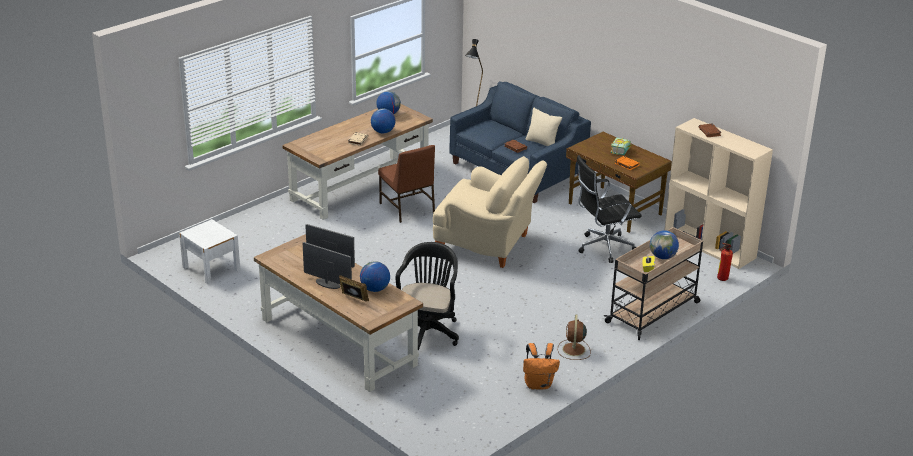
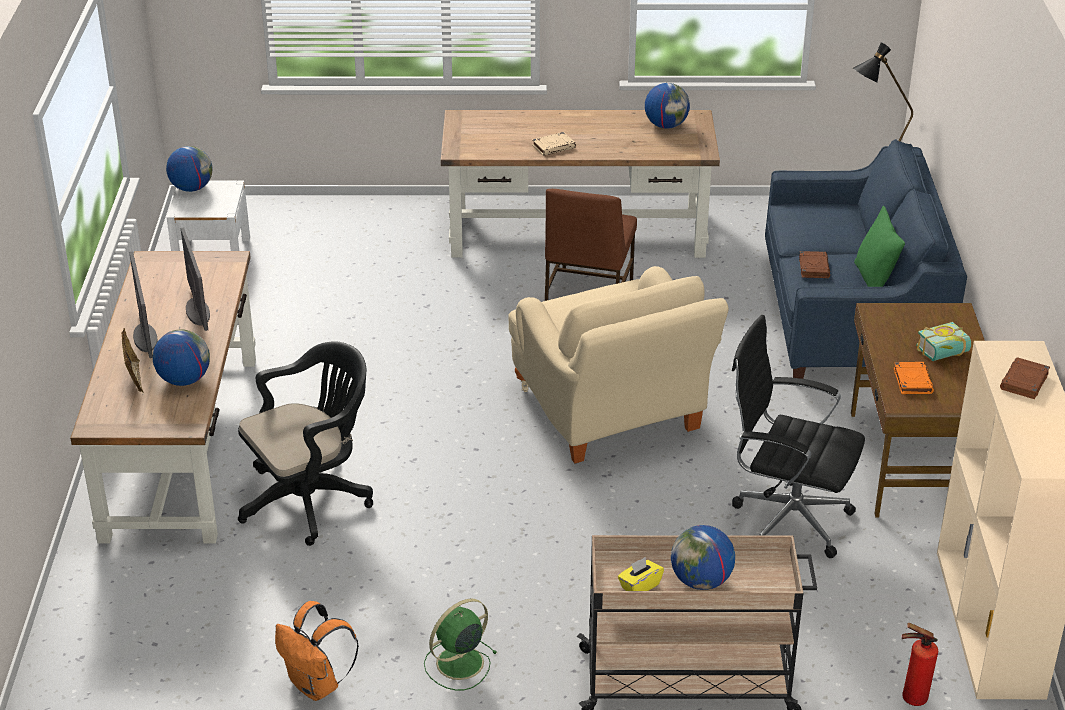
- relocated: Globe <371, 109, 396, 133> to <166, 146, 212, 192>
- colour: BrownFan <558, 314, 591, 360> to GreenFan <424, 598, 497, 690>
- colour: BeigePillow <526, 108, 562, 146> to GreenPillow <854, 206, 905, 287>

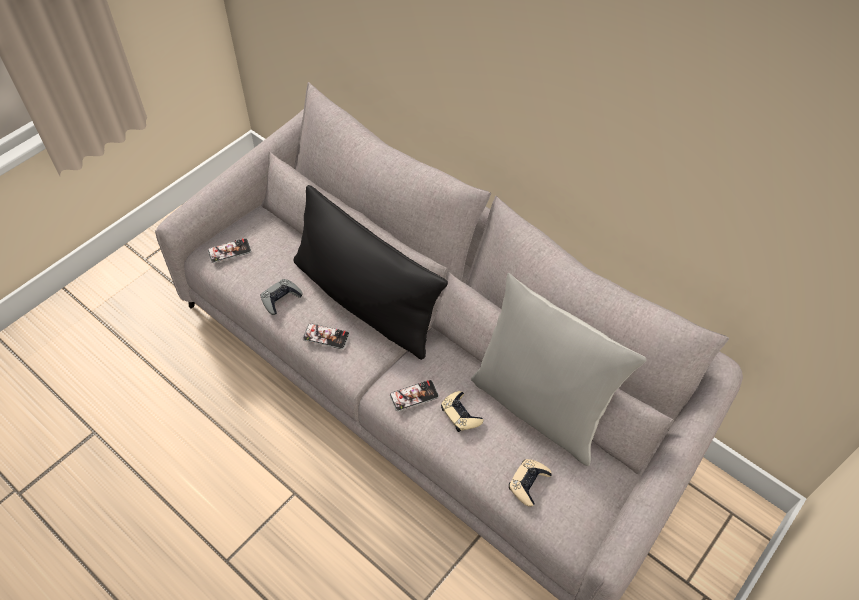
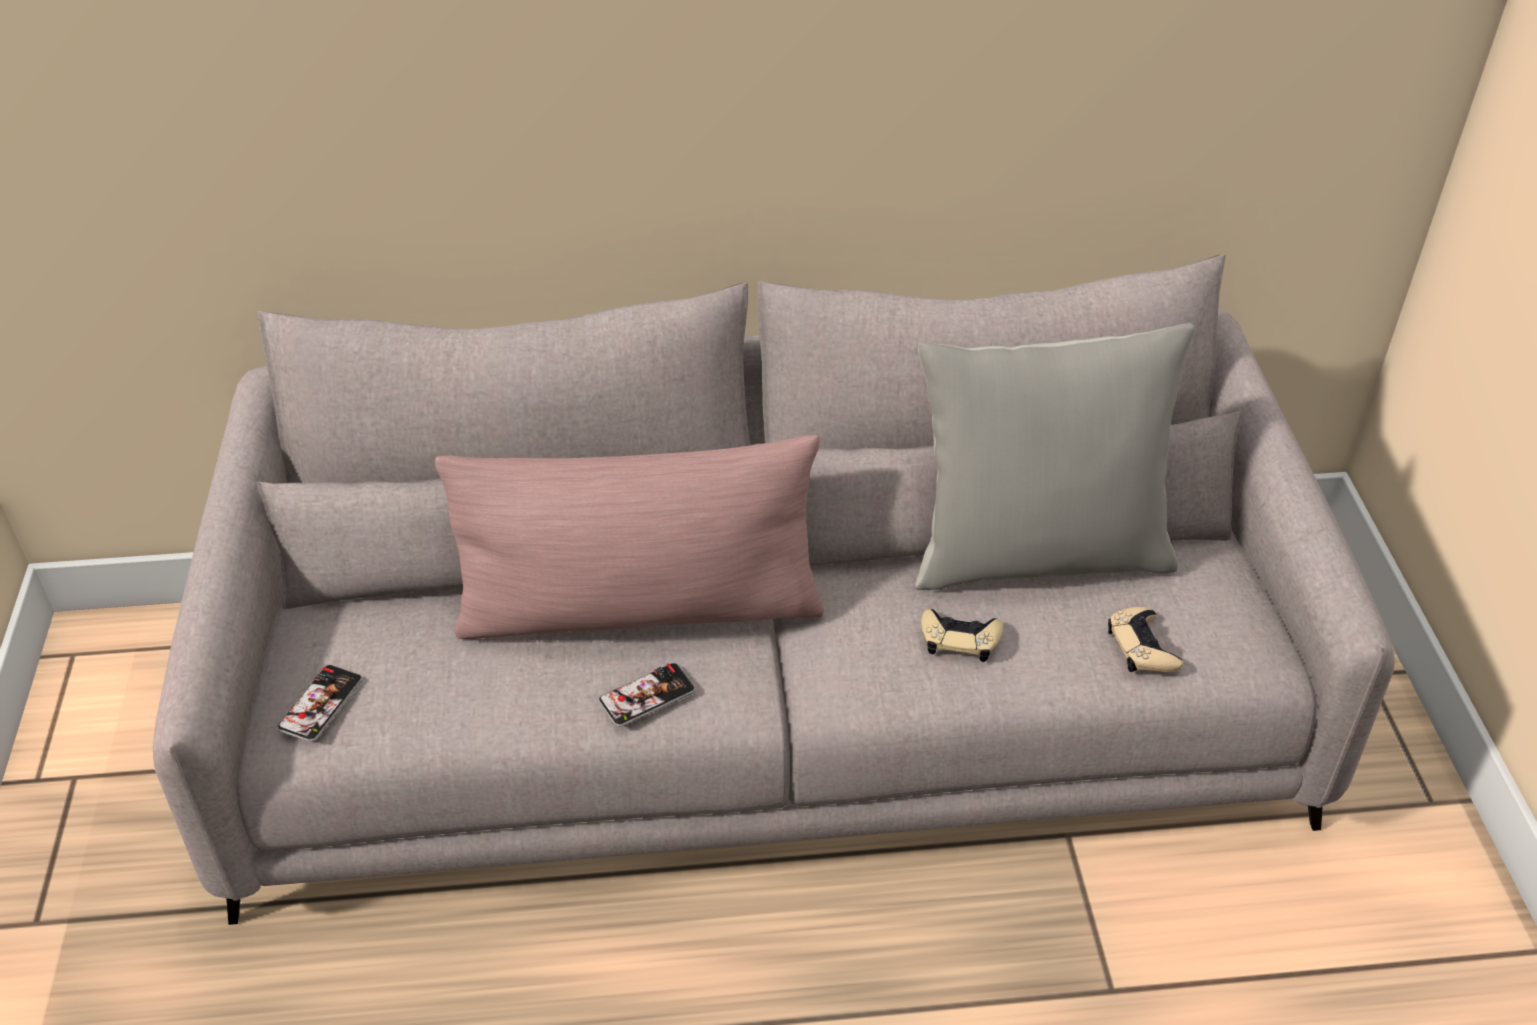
- colour: BlackPillow <294, 185, 448, 360> to PinkPillow <435, 435, 824, 639>
- missing: GreyGameController <261, 279, 302, 315>
- missing: Phone <390, 380, 439, 412>

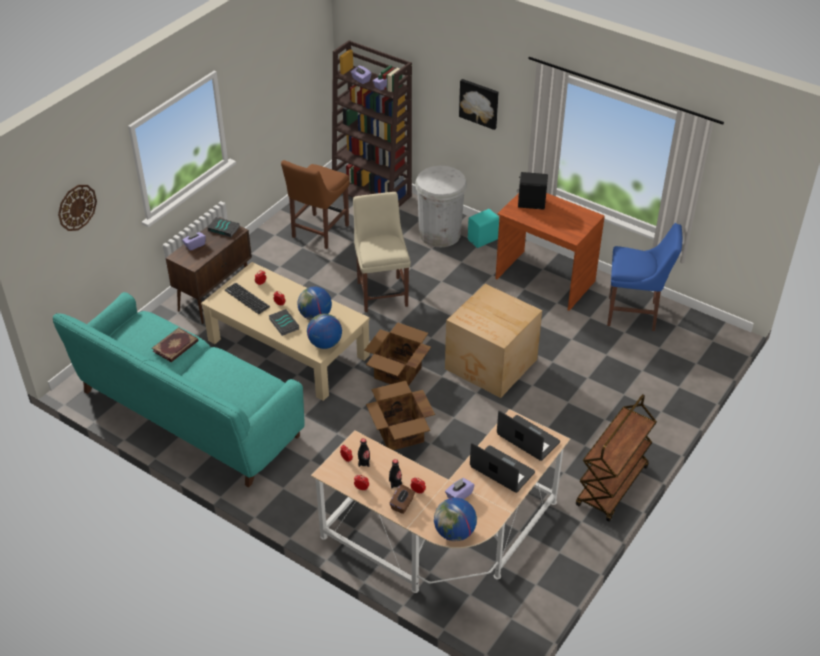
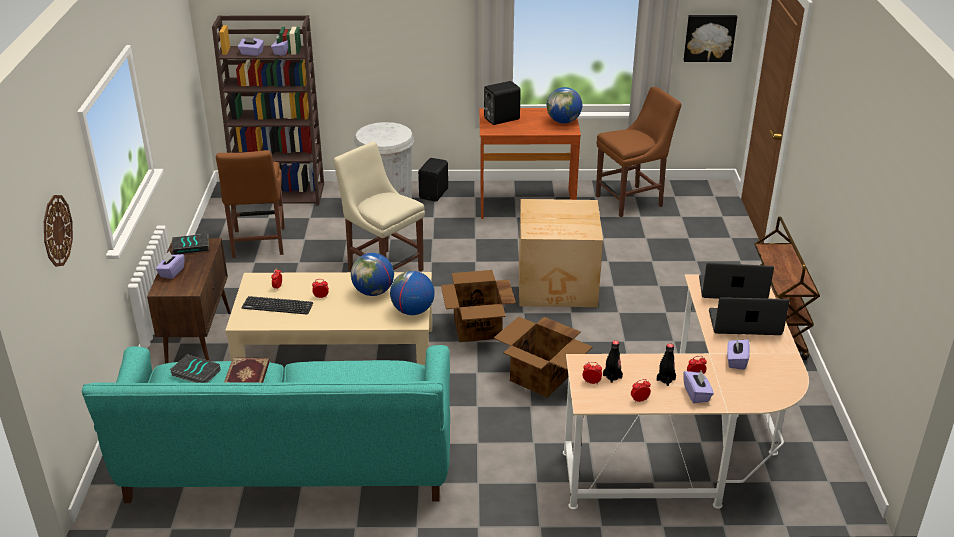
- relocated: Book <269, 309, 299, 336> to <170, 354, 220, 383>
- colour: TurquoiseSpeaker <468, 209, 499, 248> to BlackSpeaker <418, 158, 448, 201>
- relocated: Globe <434, 498, 477, 541> to <547, 87, 582, 123>
- colour: BlueChair <607, 223, 682, 331> to BrownChair <596, 87, 682, 217>
- colour: BrownTissueBox <390, 484, 415, 514> to PurpleTissueBox <683, 369, 714, 403>
- relocated: Picture <459, 79, 499, 130> to <684, 15, 737, 62>

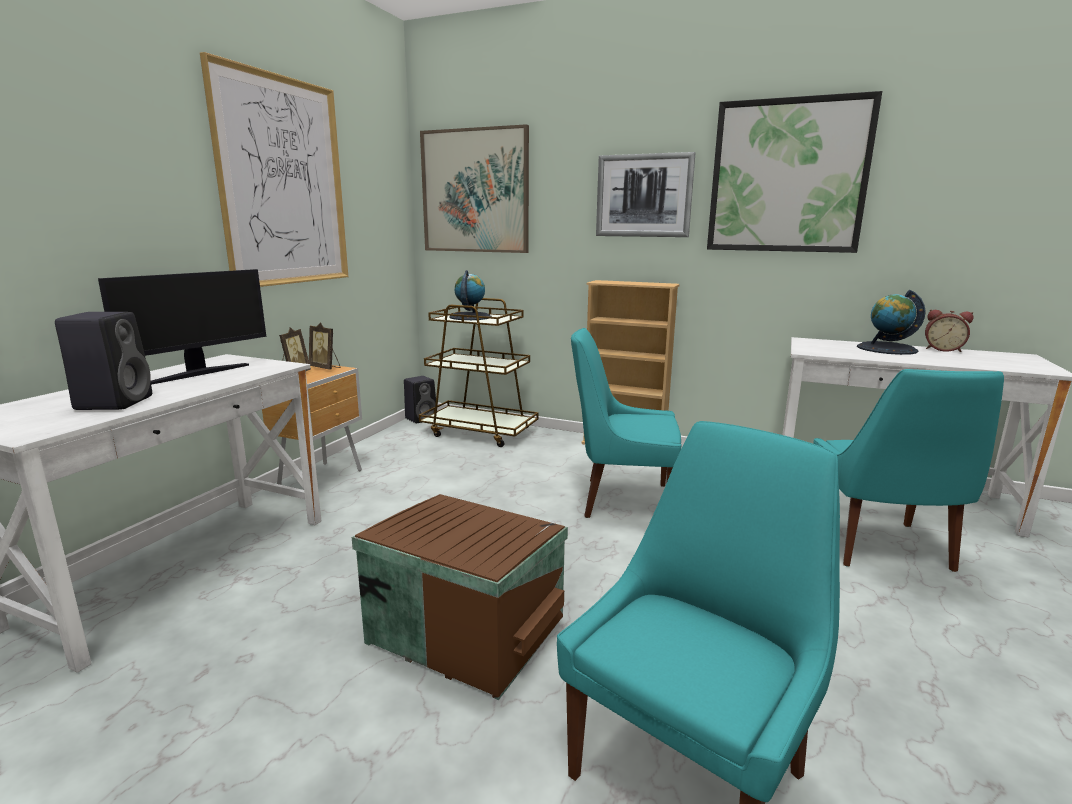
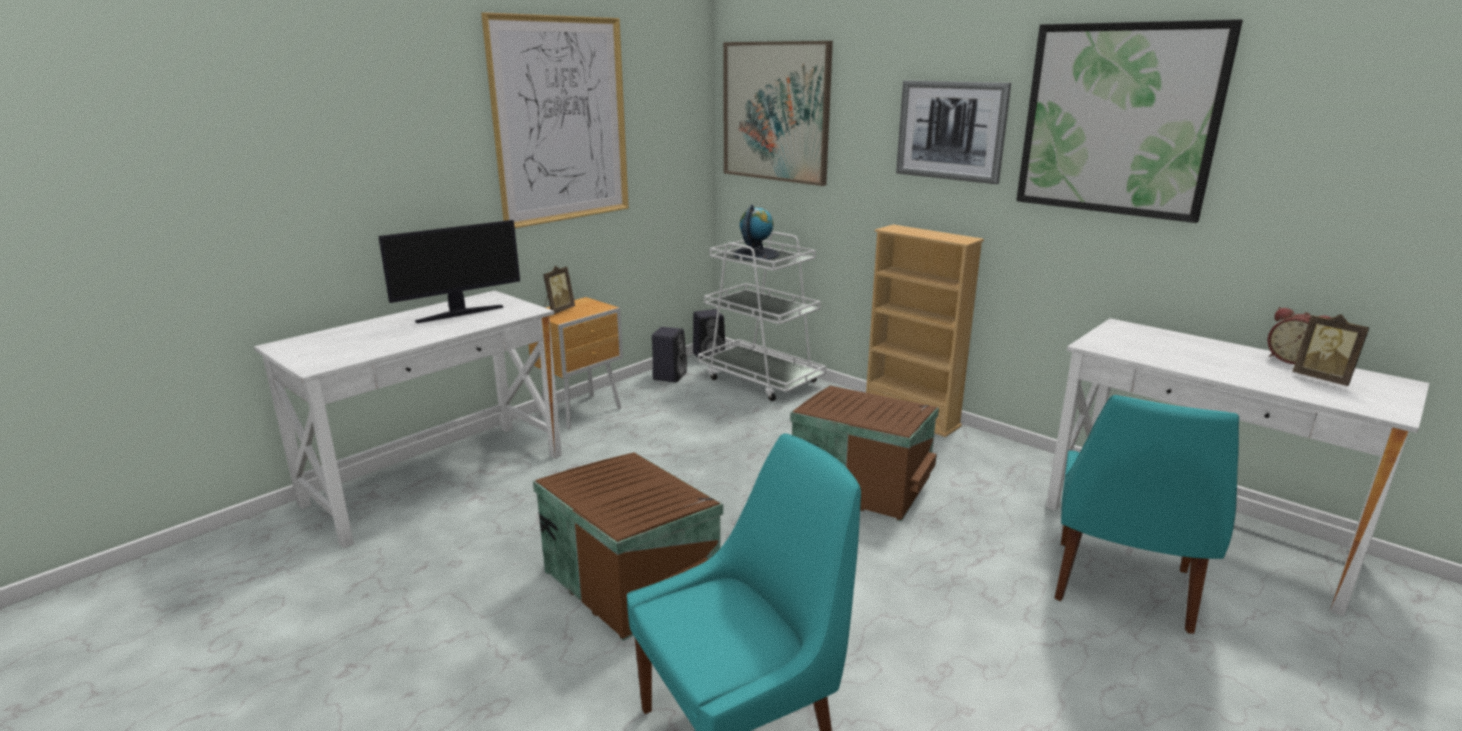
- relocated: BlackSpeaker <55, 312, 152, 410> to <652, 327, 687, 382>
- colour: BrownCart <419, 298, 539, 447> to WhiteCart <698, 232, 826, 401>
- exchanged: TurquoiseChair <571, 328, 682, 518> to BrownStorageBox <790, 386, 939, 522>
- relocated: PictureFrame <309, 322, 340, 370> to <1292, 314, 1370, 386>
- missing: Globe <857, 290, 926, 355>

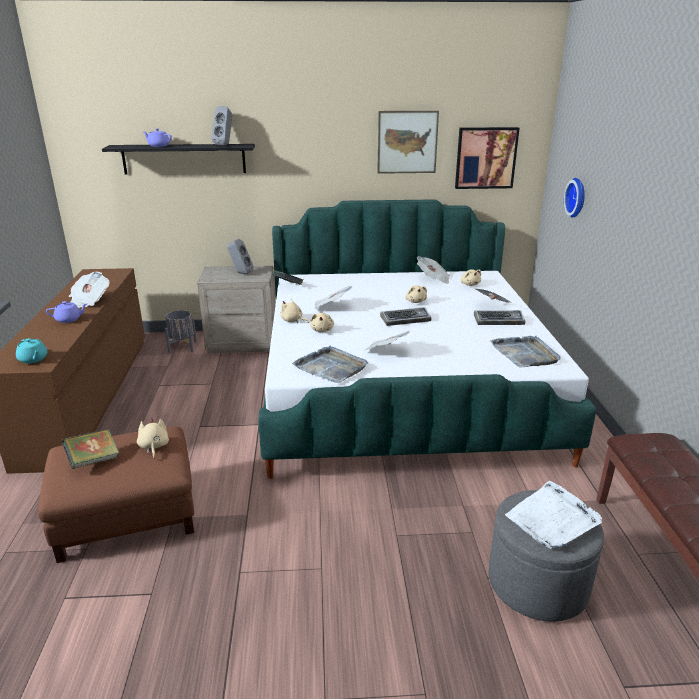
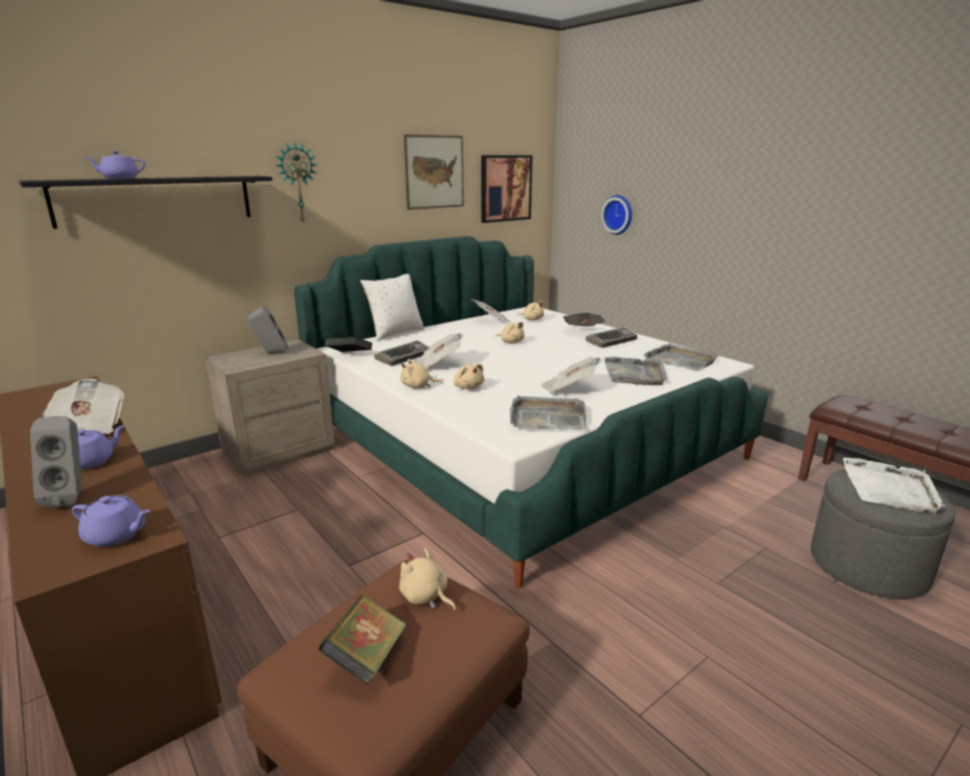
- relocated: GreySpeaker <212, 106, 232, 145> to <30, 416, 82, 508>
- colour: TurquoiseTeapot <16, 338, 47, 363> to PurpleTeapot <72, 495, 150, 547>
- appeared: WallClock <276, 141, 317, 224>
- appeared: WhitePillow <360, 274, 425, 341>
- relocated: Keyboard <380, 307, 431, 326> to <374, 340, 430, 366>
- appeared: GreyTray <604, 357, 668, 385>
- missing: GreyPlanter <165, 310, 197, 353>

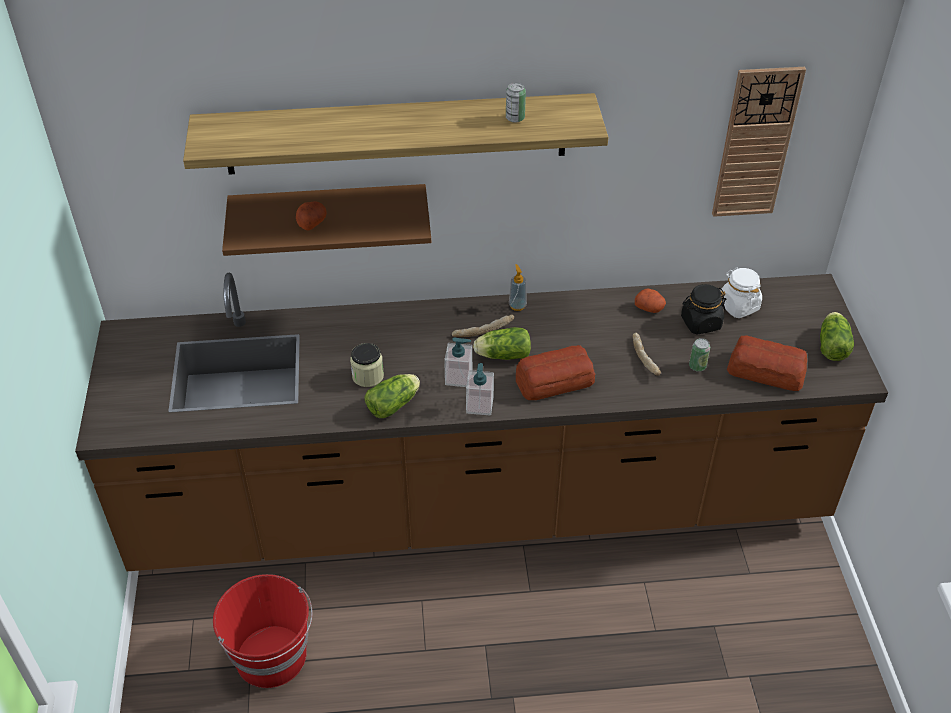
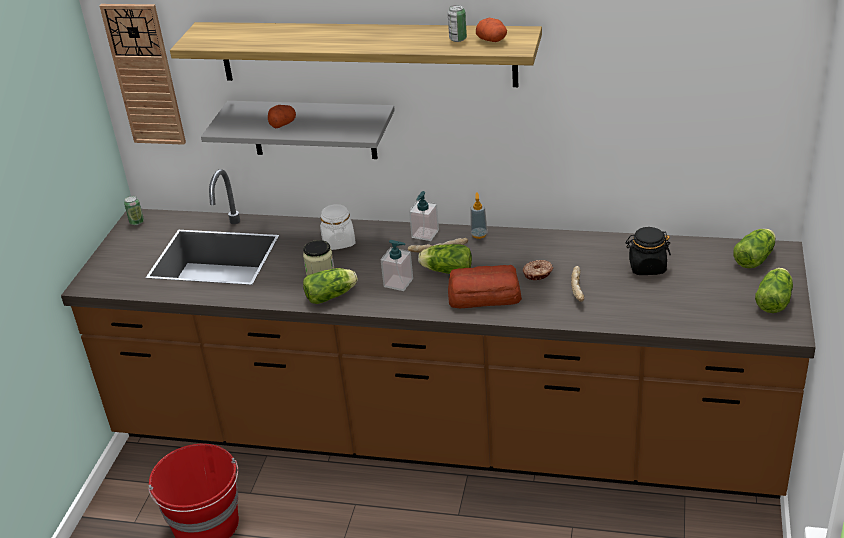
- relocated: WallClock <712, 67, 806, 217> to <100, 4, 186, 145>
- relocated: Can <689, 338, 710, 372> to <124, 196, 144, 225>
- colour: BrownShelf <222, 184, 431, 256> to GreyShelf <201, 101, 395, 159>
- relocated: WhiteJar <722, 267, 762, 318> to <320, 204, 356, 250>
- relocated: SoapDispenser <466, 363, 494, 415> to <409, 191, 439, 241>
- relocated: Potato <635, 289, 666, 313> to <476, 18, 507, 42>
- appeared: Donut <523, 260, 553, 280>
- appeared: Lettuce <733, 229, 776, 268>
- missing: Bread <727, 335, 807, 391>

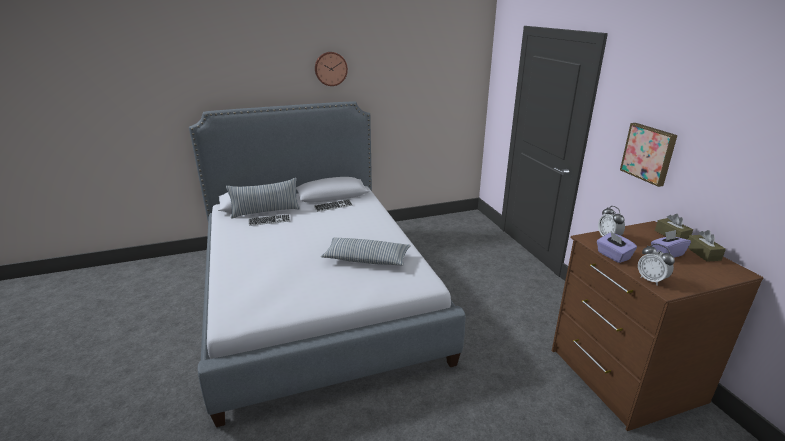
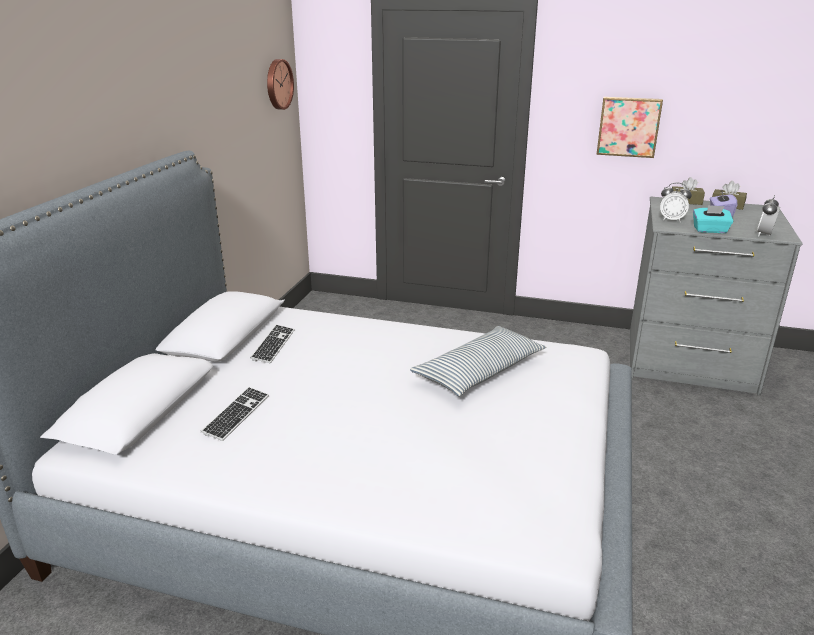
- relocated: WallClock <315, 52, 348, 86> to <267, 59, 294, 110>
- colour: BrownDresser <552, 221, 763, 431> to GreyDresser <630, 196, 803, 396>
- colour: PurpleTissueBox <597, 232, 637, 263> to TurquoiseTissueBox <693, 205, 733, 233>
- spun: AlarmClock <638, 244, 675, 286> = <756, 195, 780, 236> 120 degrees clockwise
- missing: Pillow <226, 178, 300, 219>

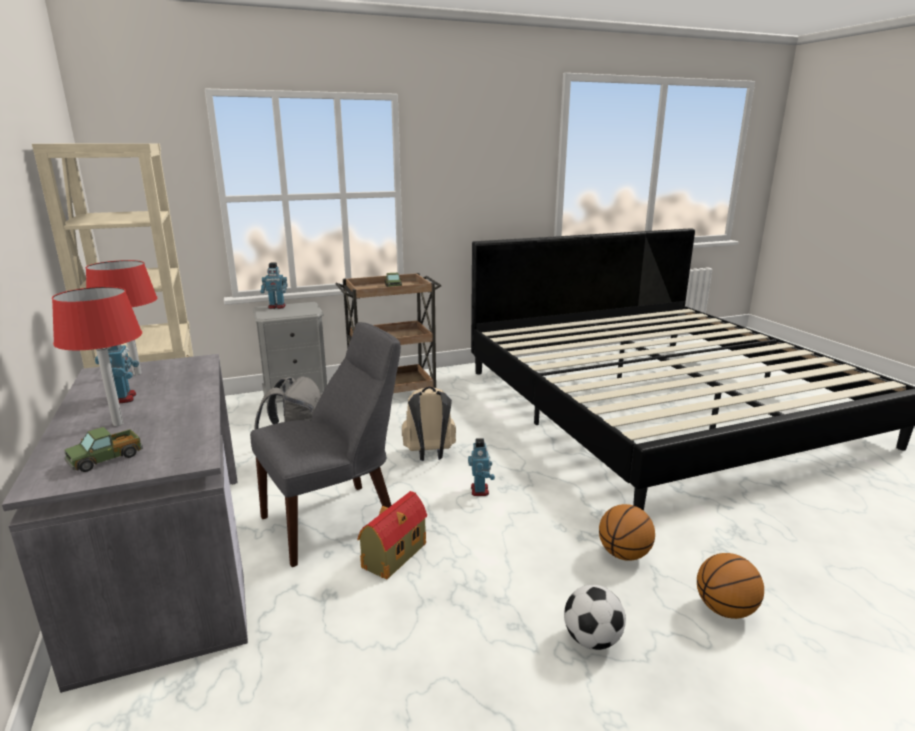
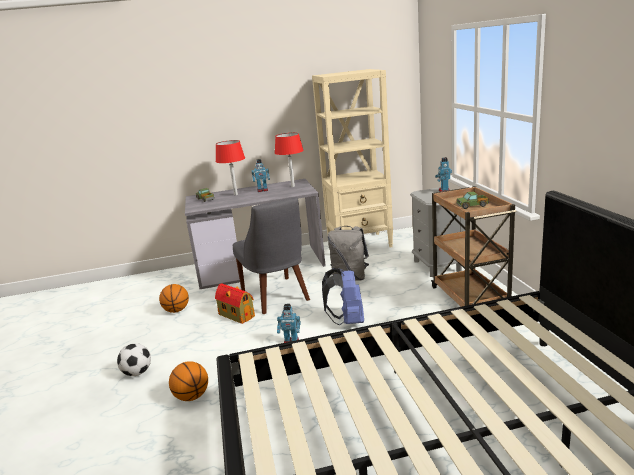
- relocated: Basketball <697, 553, 764, 619> to <159, 284, 189, 313>
- colour: BeigeBackpack <402, 387, 456, 461> to BlueBackpack <322, 268, 364, 325>

